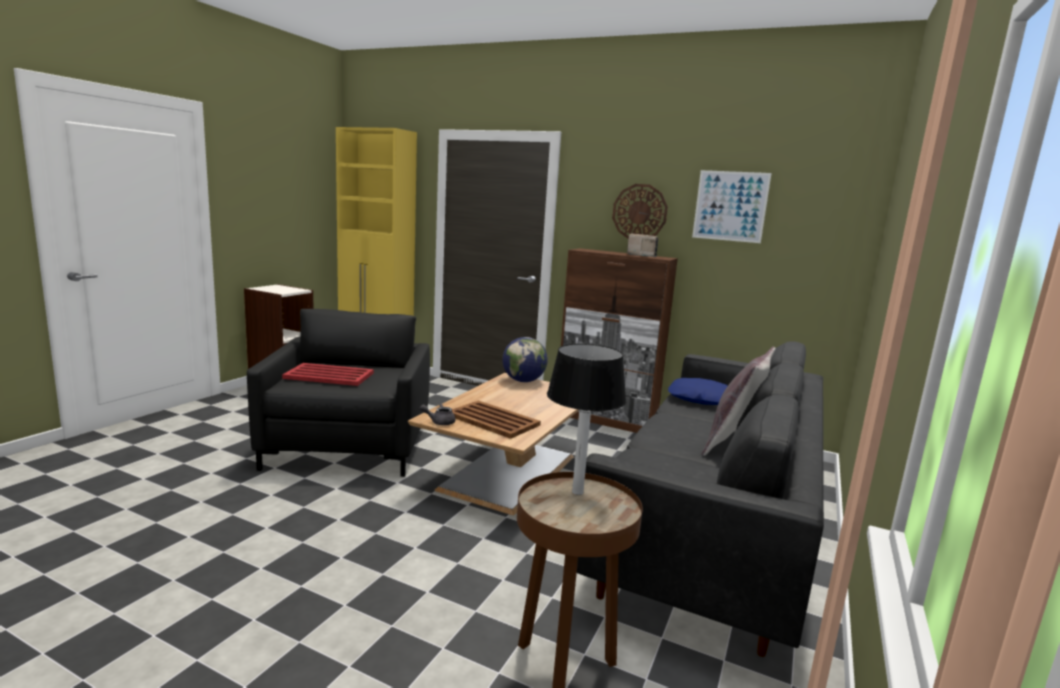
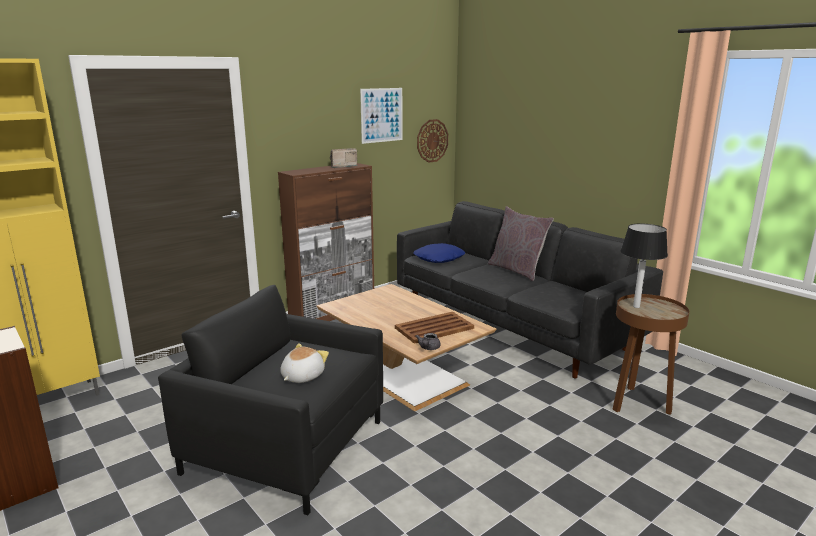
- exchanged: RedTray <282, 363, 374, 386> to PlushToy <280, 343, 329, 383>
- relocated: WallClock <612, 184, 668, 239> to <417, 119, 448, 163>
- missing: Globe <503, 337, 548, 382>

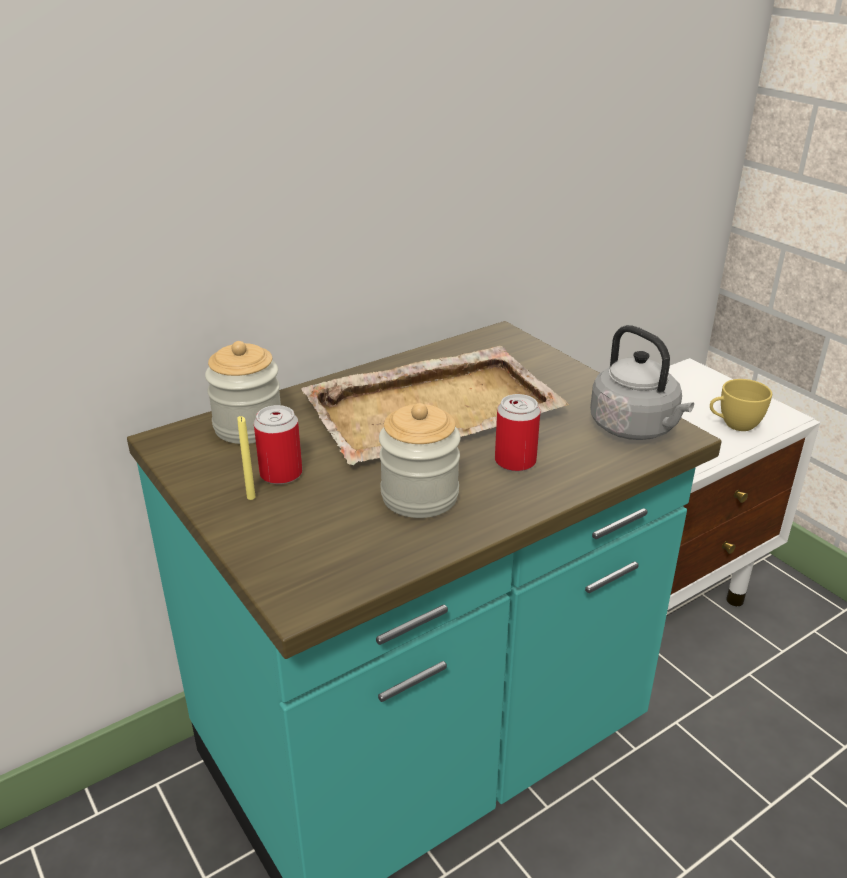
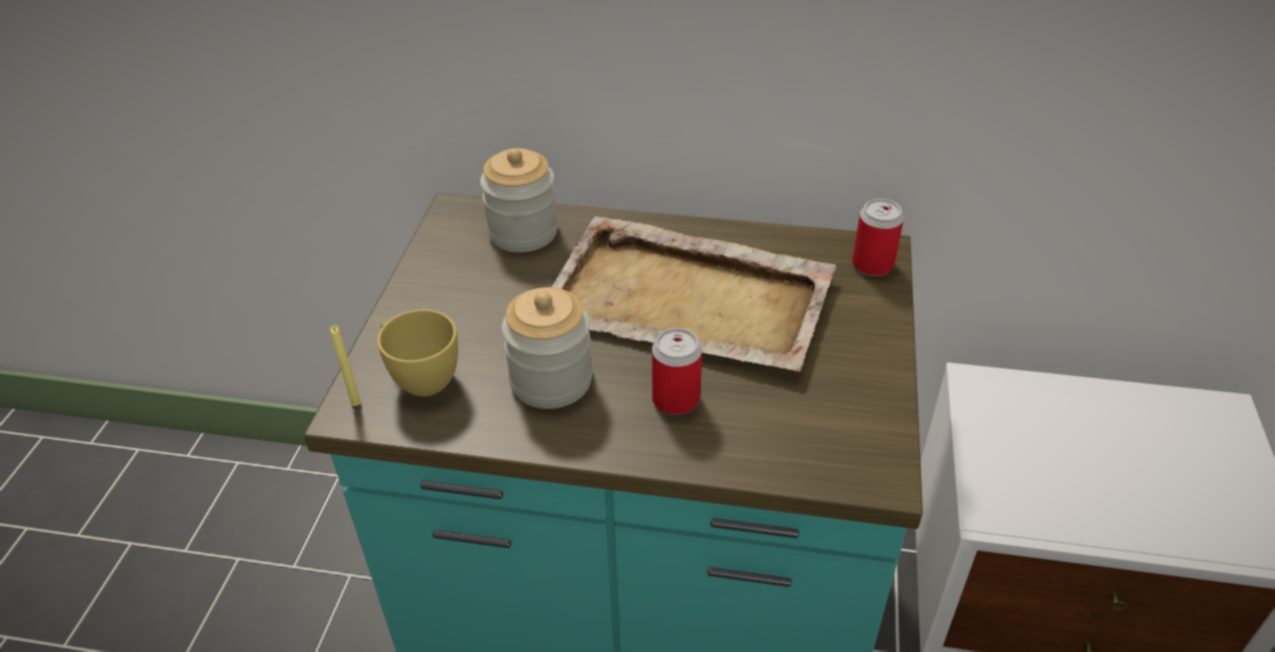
- relocated: YellowCandle <237, 416, 256, 500> to <330, 325, 360, 406>
- relocated: YellowCup <710, 379, 772, 431> to <377, 309, 458, 396>
- relocated: Can <254, 405, 302, 484> to <852, 199, 904, 276>
- missing: GreyKettle <590, 325, 694, 440>

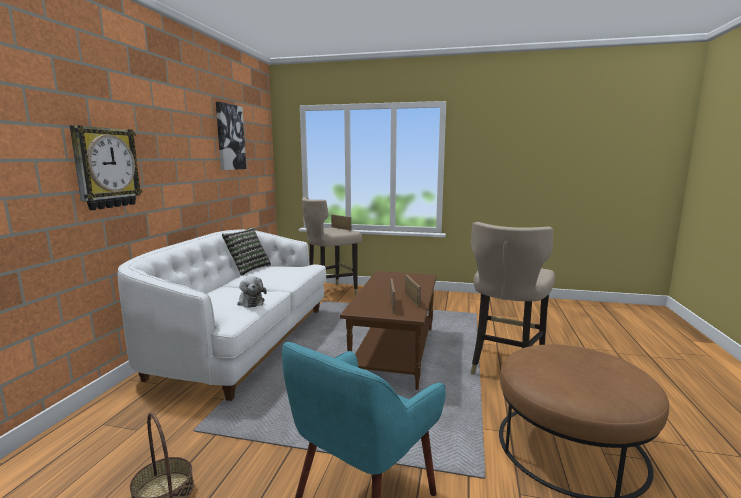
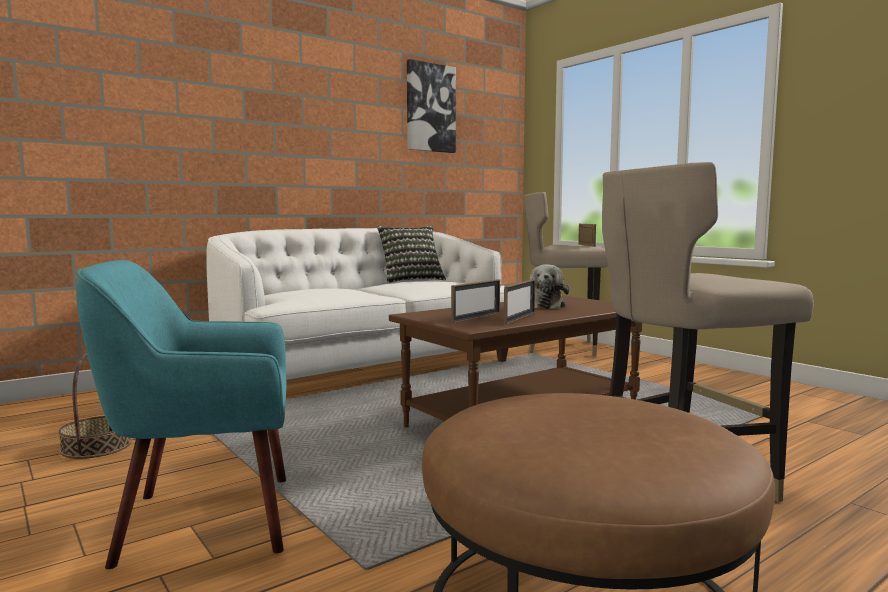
- relocated: PlushToy <237, 277, 267, 308> to <530, 264, 569, 309>
- missing: WallClock <70, 125, 143, 210>

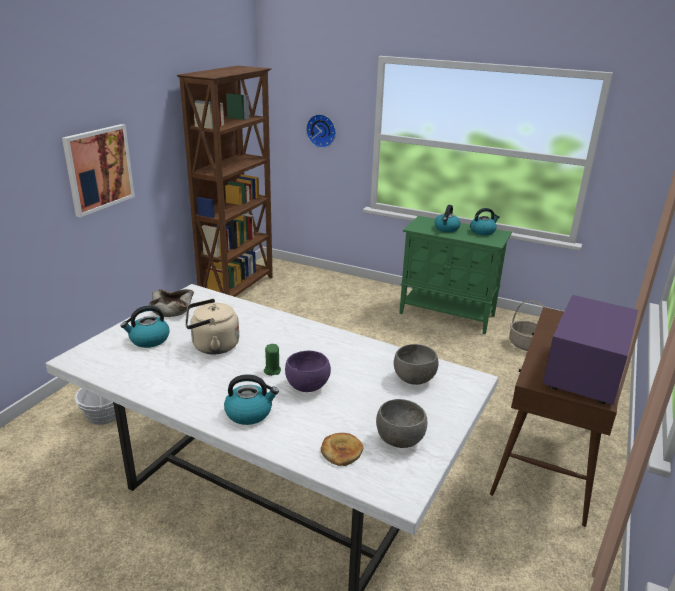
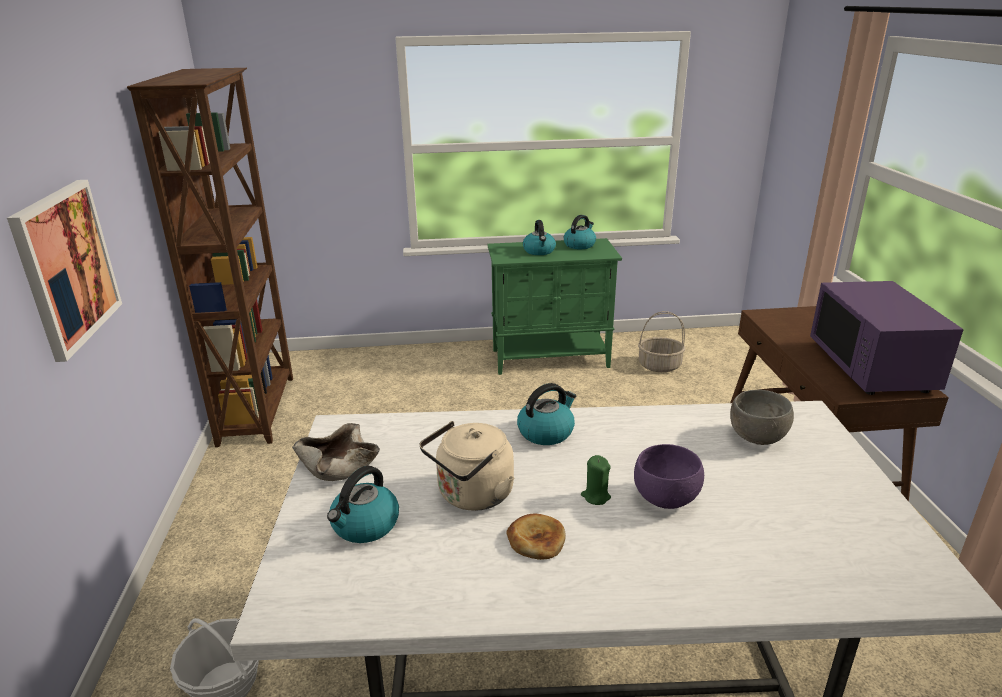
- relocated: Bread <321, 433, 363, 466> to <506, 514, 566, 560>
- relocated: Kettle <224, 374, 279, 425> to <517, 383, 576, 445>
- missing: WallClock <306, 114, 336, 148>
- missing: GreyBowl <376, 399, 427, 448>

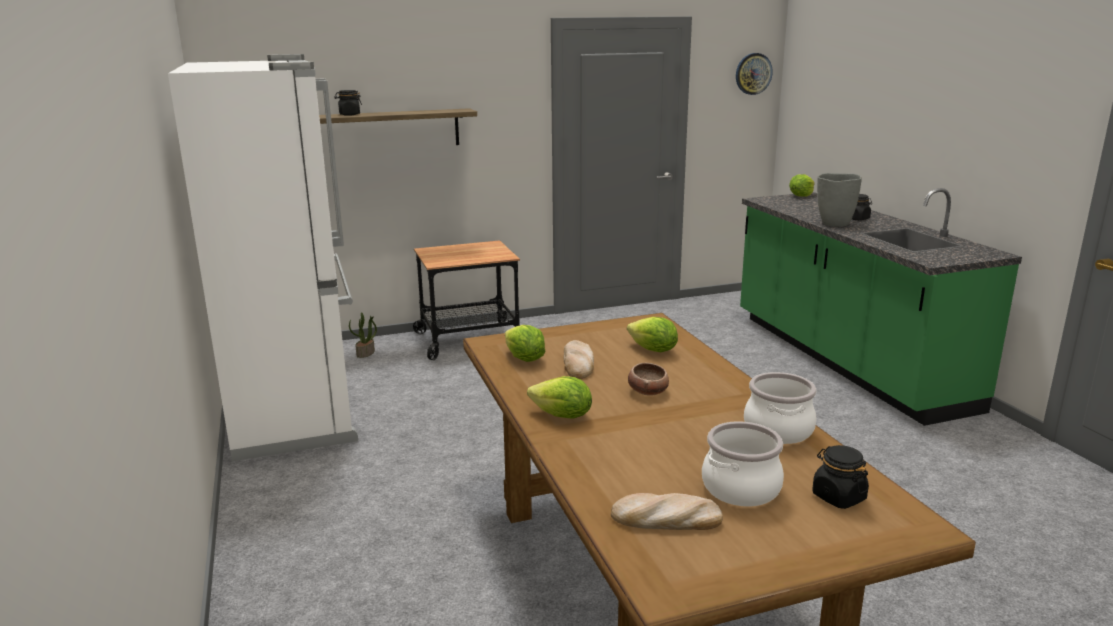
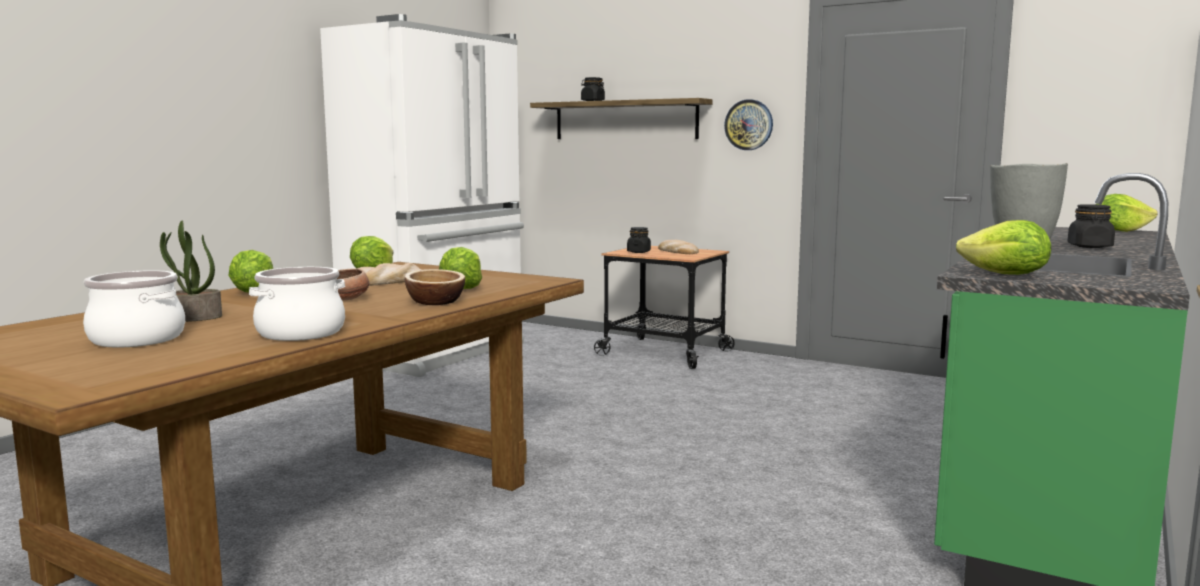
- relocated: PottedPlant <349, 312, 377, 358> to <160, 221, 222, 322>
- appeared: Bowl <405, 269, 465, 305>
- relocated: BlackJar <812, 445, 869, 509> to <627, 227, 651, 253>
- relocated: Bread <611, 493, 723, 530> to <658, 240, 699, 254>
- relocated: WallClock <736, 53, 773, 95> to <724, 99, 773, 150>
- appeared: Lettuce <956, 220, 1051, 275>

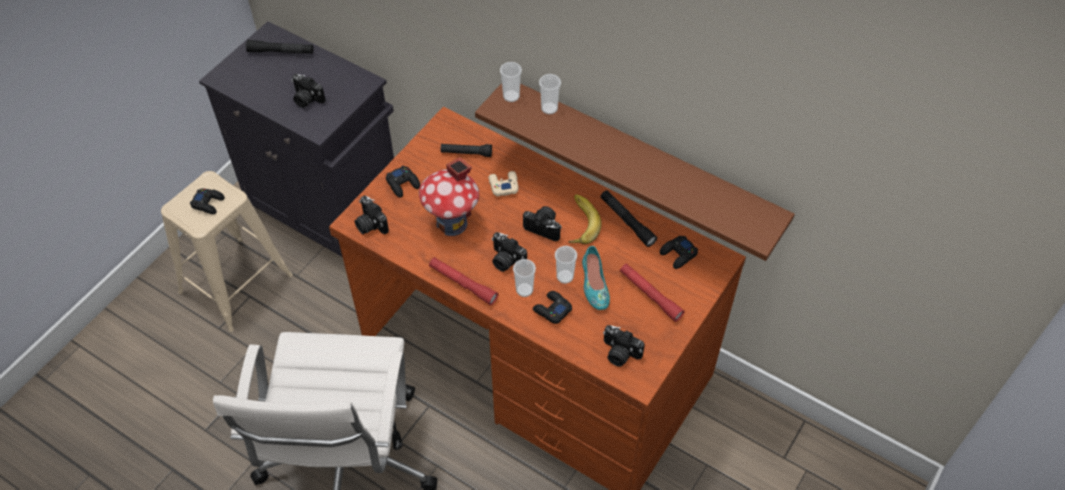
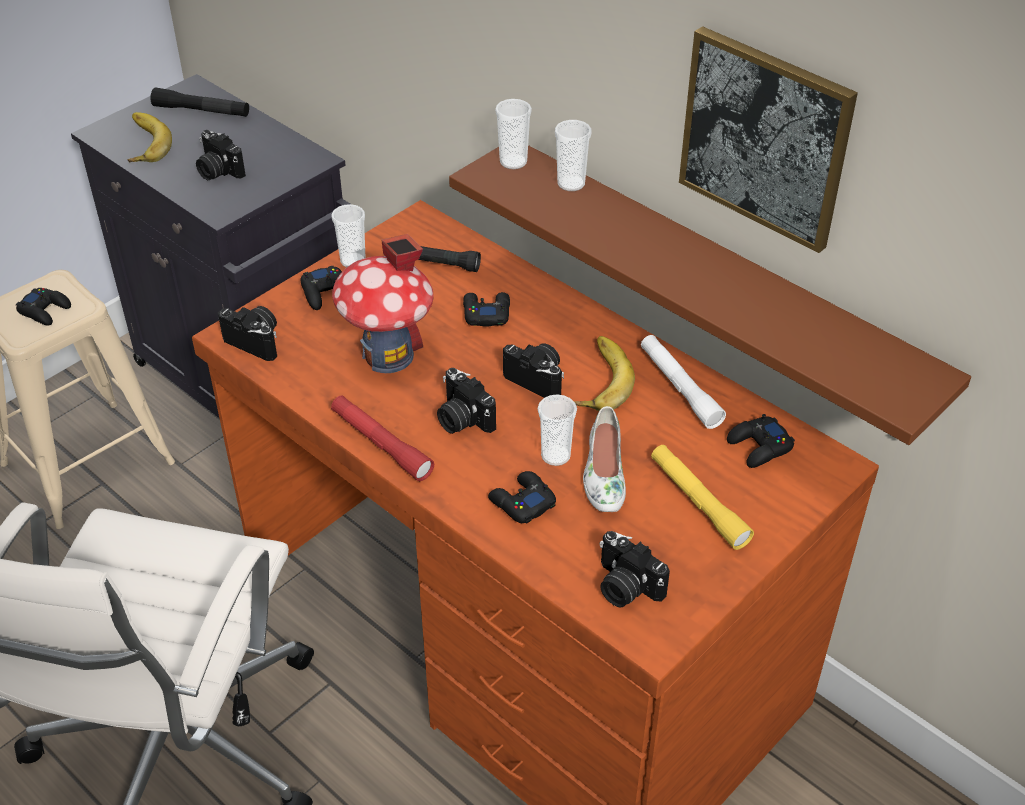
- appeared: Banana <127, 112, 172, 162>
- spun: PhotoCamera <355, 196, 389, 234> = <218, 306, 277, 361> 150 degrees clockwise
- relocated: Cup <513, 259, 536, 297> to <331, 204, 366, 268>
- colour: BeigeGameController <488, 171, 519, 197> to BlackGameController <463, 292, 510, 327>
- colour: TurquoiseShoe <582, 246, 610, 310> to WhiteShoe <583, 406, 626, 512>
- colour: BlackFlashlight <600, 190, 657, 247> to WhiteFlashlight <641, 335, 726, 429>
- colour: RedFlashlight <620, 263, 685, 322> to YellowFlashlight <651, 445, 754, 550>
- appeared: Picture <679, 26, 858, 253>

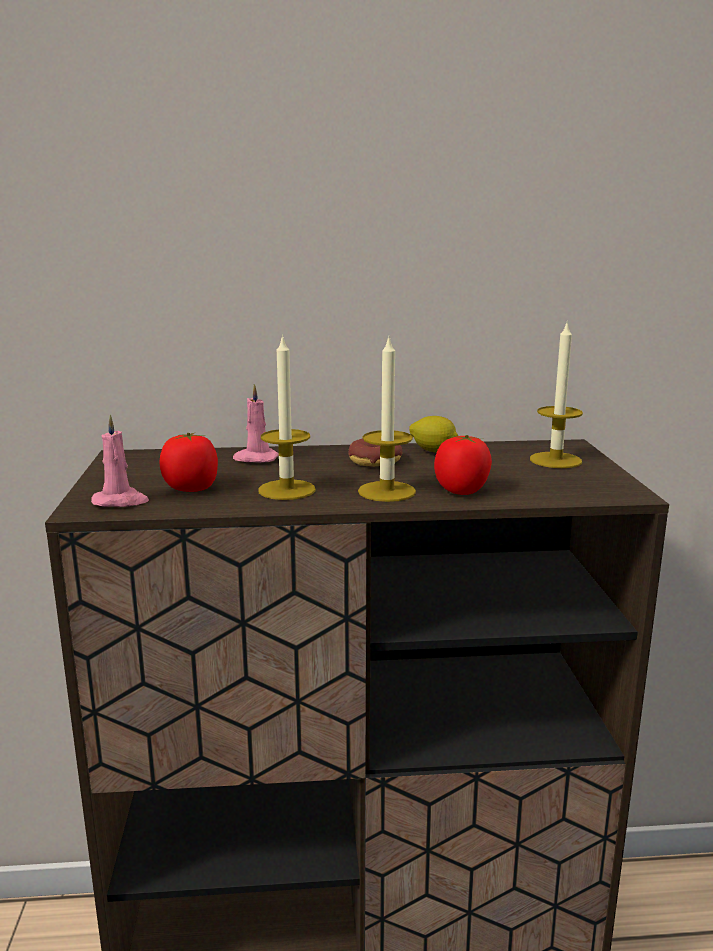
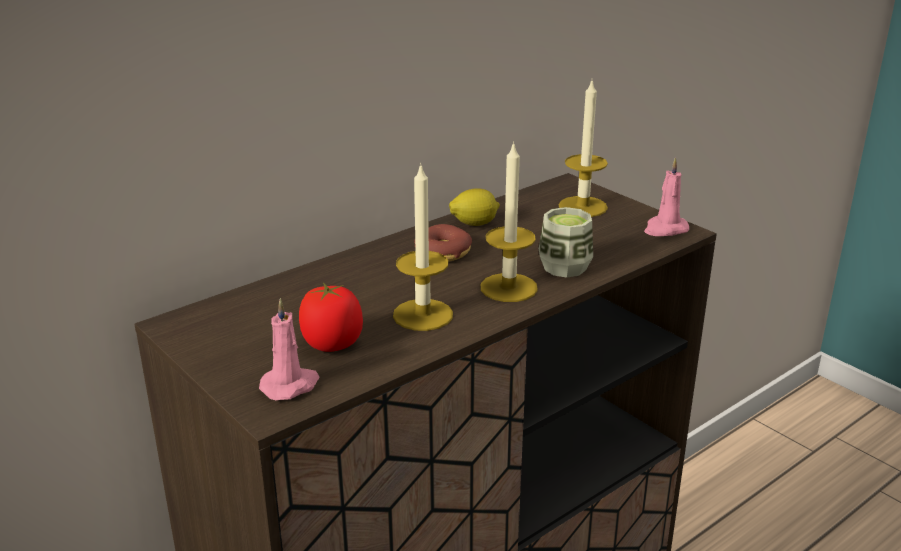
- exchanged: Tomato <434, 435, 492, 495> to Cup <539, 207, 593, 278>
- relocated: PinkCandle <233, 384, 279, 463> to <644, 157, 689, 236>

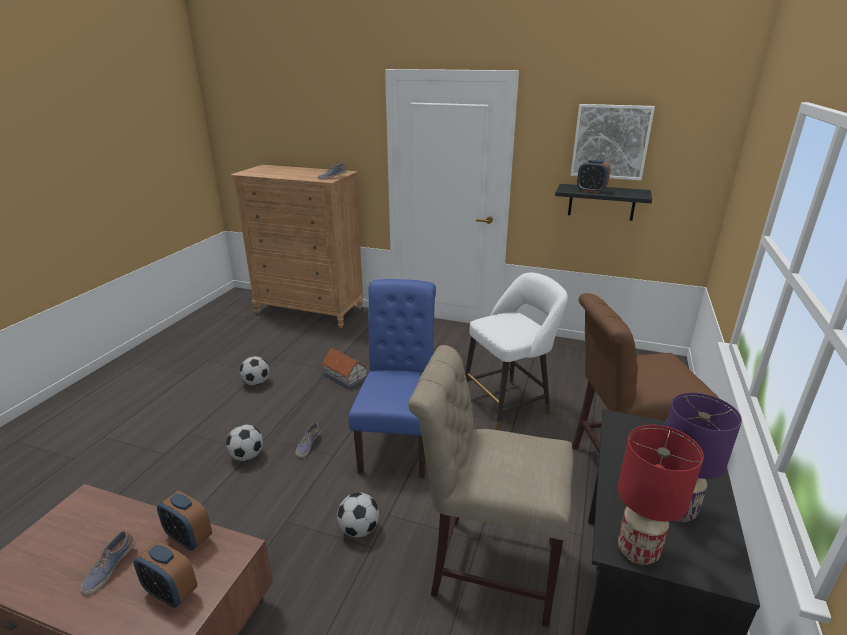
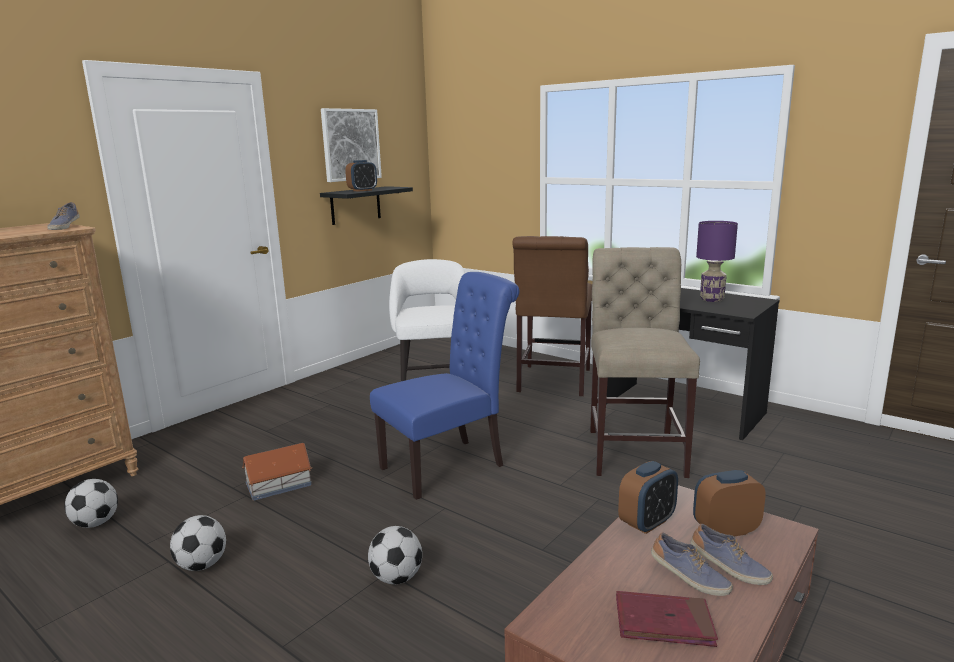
- relocated: Football <337, 492, 379, 538> to <65, 479, 118, 528>
- spun: BlueChair <349, 279, 436, 478> = <370, 272, 519, 500> 120 degrees clockwise
- spun: BeigeChair <408, 345, 573, 627> = <590, 247, 700, 478> 150 degrees clockwise
- appeared: RedBook <616, 591, 718, 647>
- relocated: Shoe <296, 422, 321, 458> to <690, 524, 773, 585>
- spun: AlarmClock <134, 541, 197, 608> = <693, 470, 766, 537> 150 degrees counterclockwise
- missing: RedTableLamp <618, 425, 704, 565>

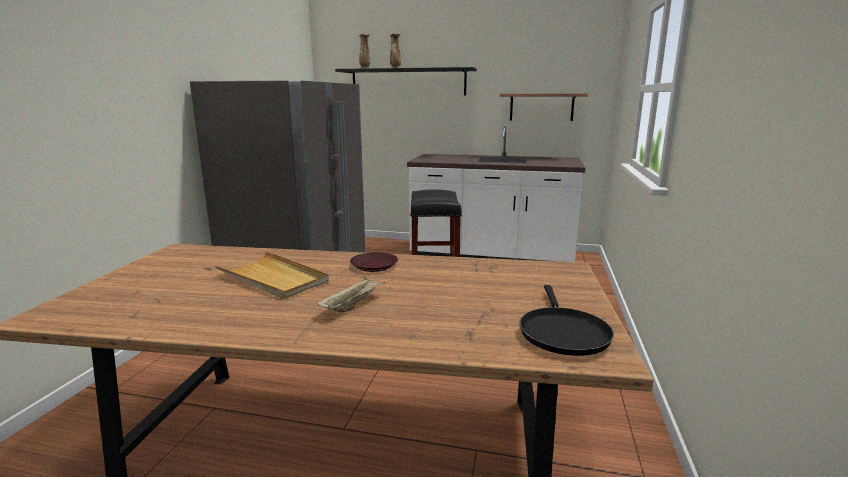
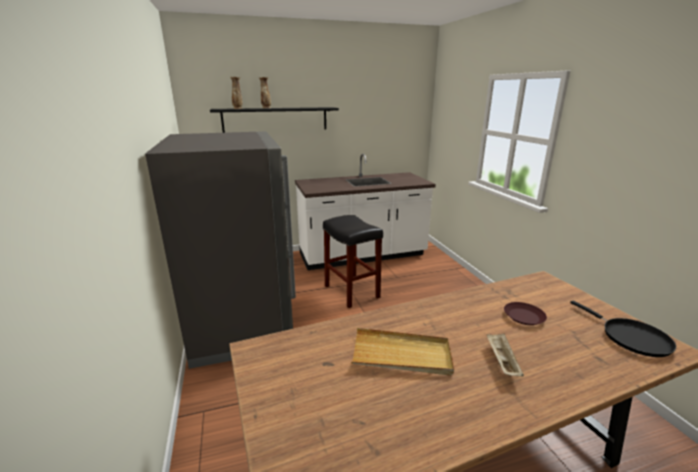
- relocated: BrownPlate <350, 252, 398, 272> to <504, 302, 547, 325>
- missing: Shelf <499, 93, 588, 121>

